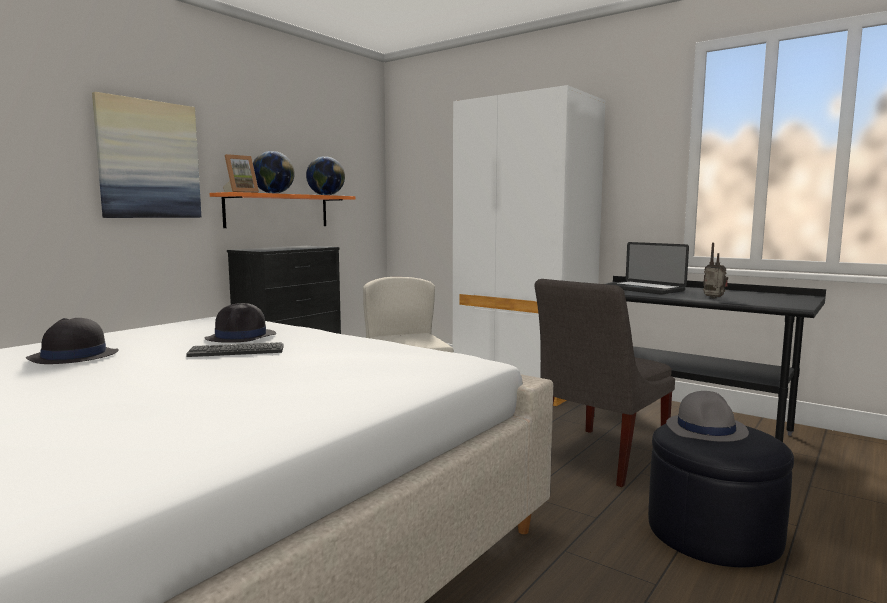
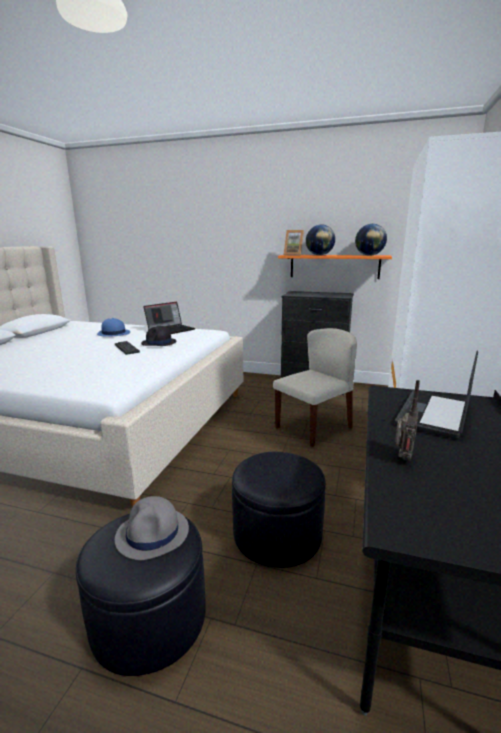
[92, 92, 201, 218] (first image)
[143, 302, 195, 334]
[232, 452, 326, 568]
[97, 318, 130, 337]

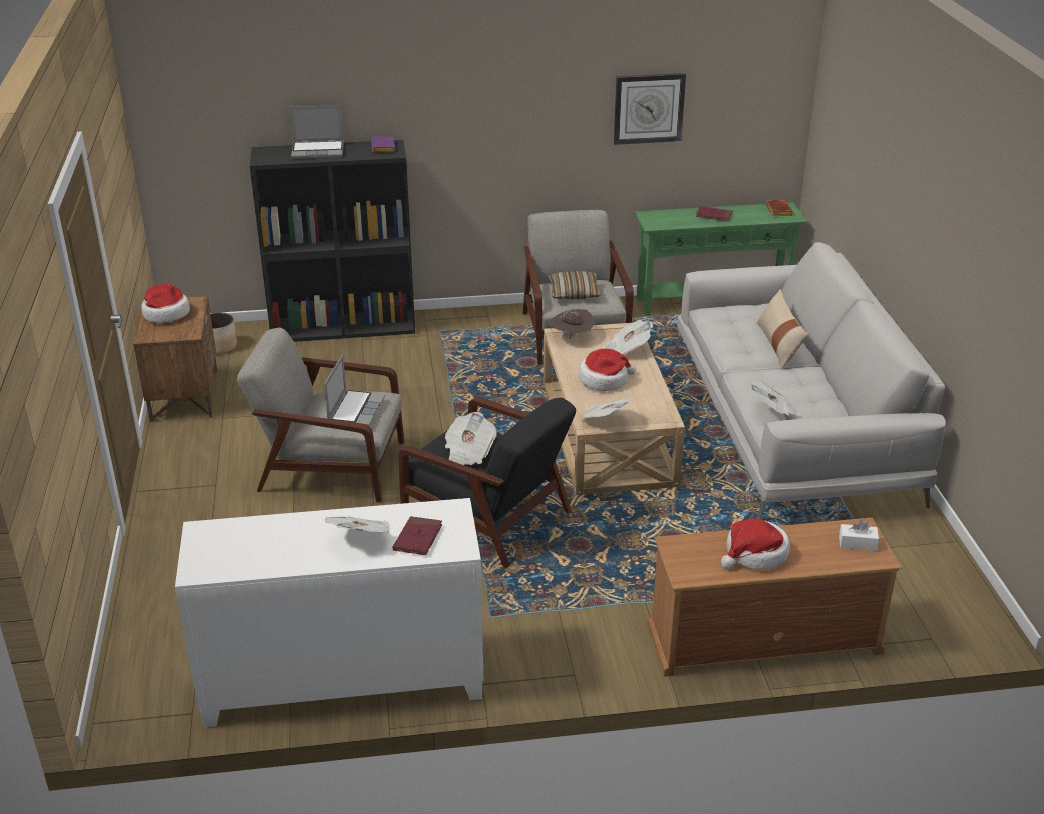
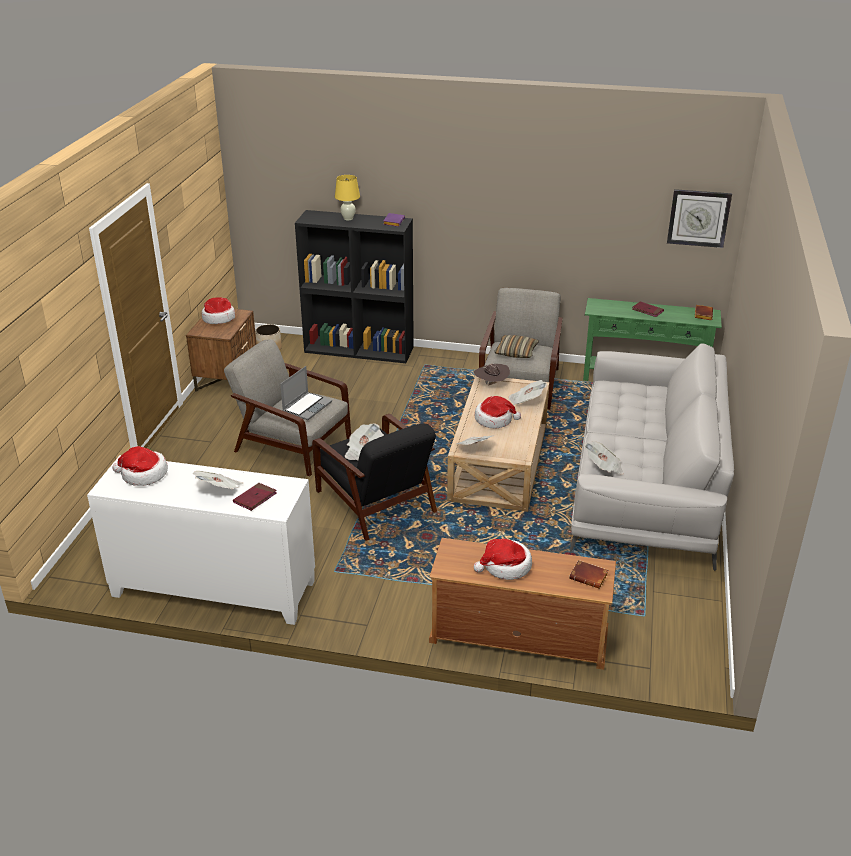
[756, 290, 808, 369] (first image)
[112, 446, 168, 486]
[667, 189, 732, 248]
[335, 175, 360, 220]
[569, 560, 608, 589]

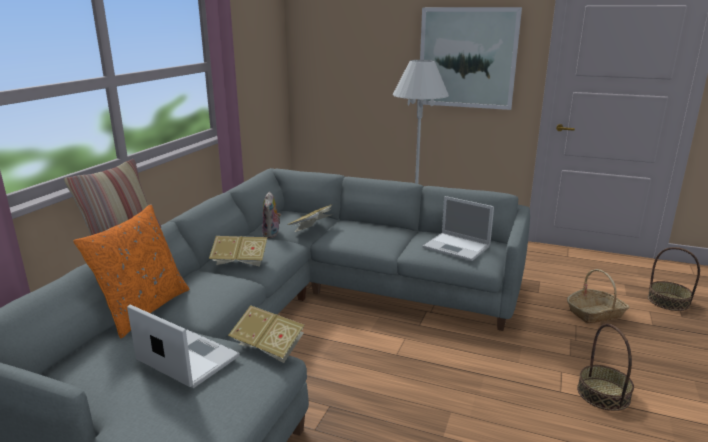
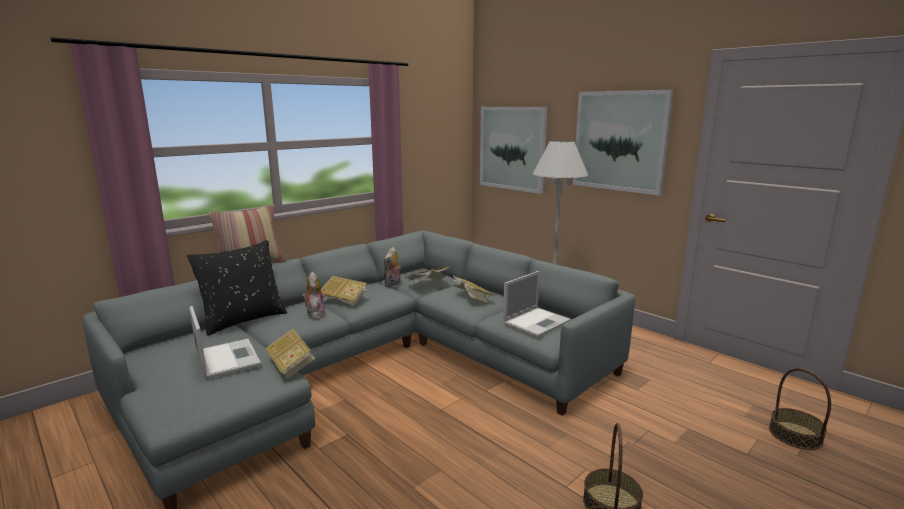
[567, 269, 630, 324] (first image)
[302, 272, 325, 319]
[452, 276, 495, 303]
[480, 107, 547, 194]
[187, 240, 287, 336]
[503, 271, 571, 337]

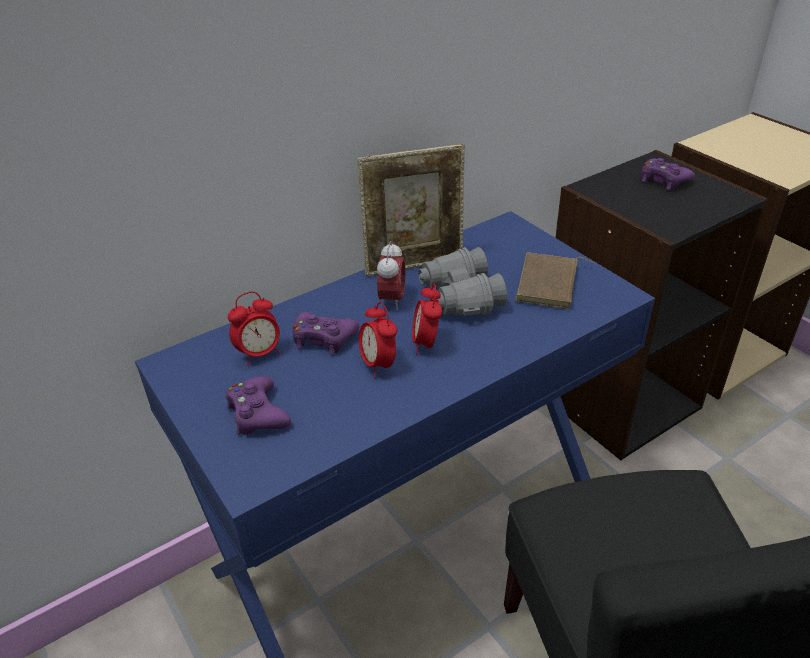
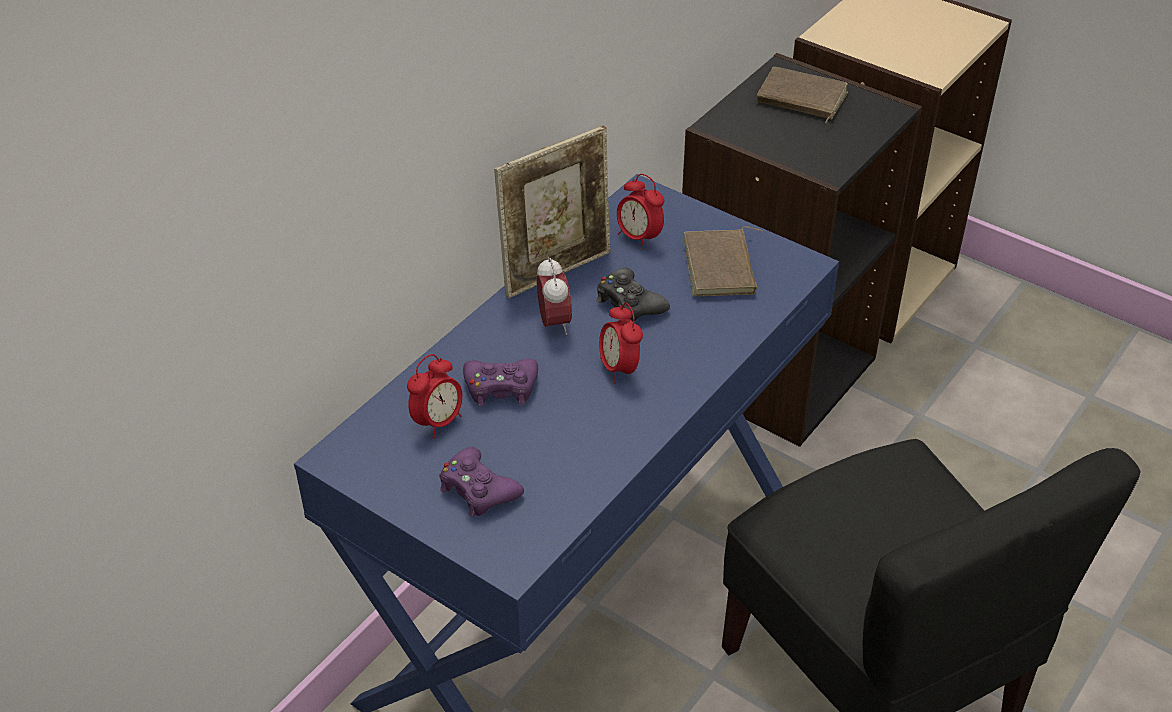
[617, 174, 664, 250]
[597, 268, 670, 322]
[757, 67, 848, 123]

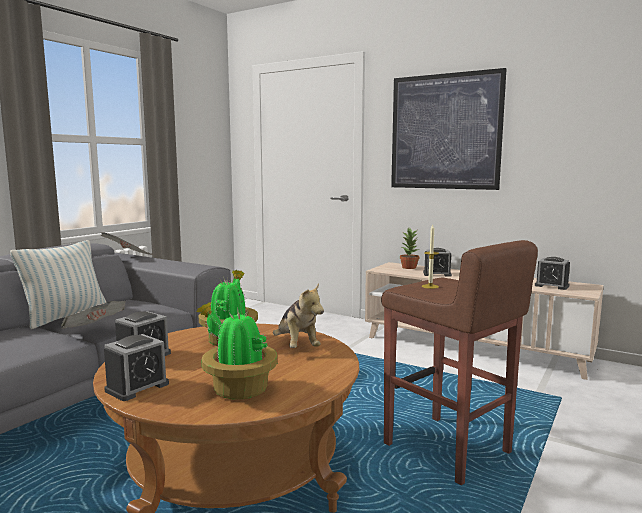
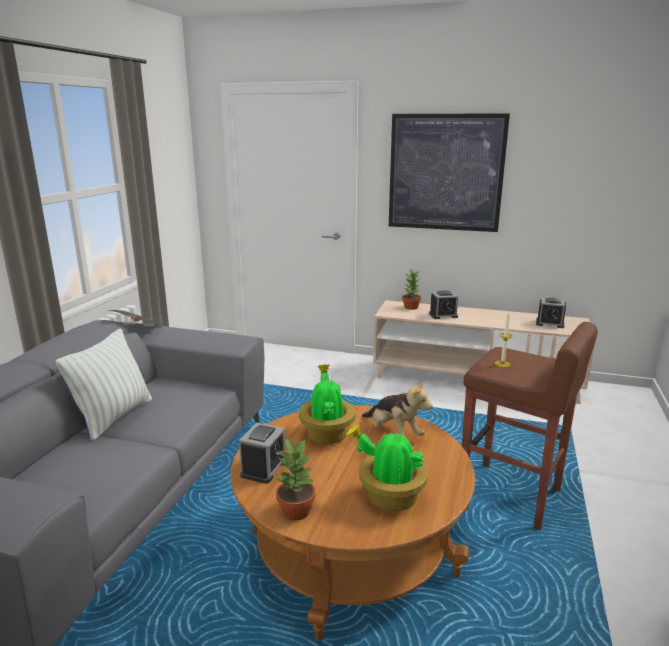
[61, 301, 125, 328] (first image)
[276, 438, 315, 520]

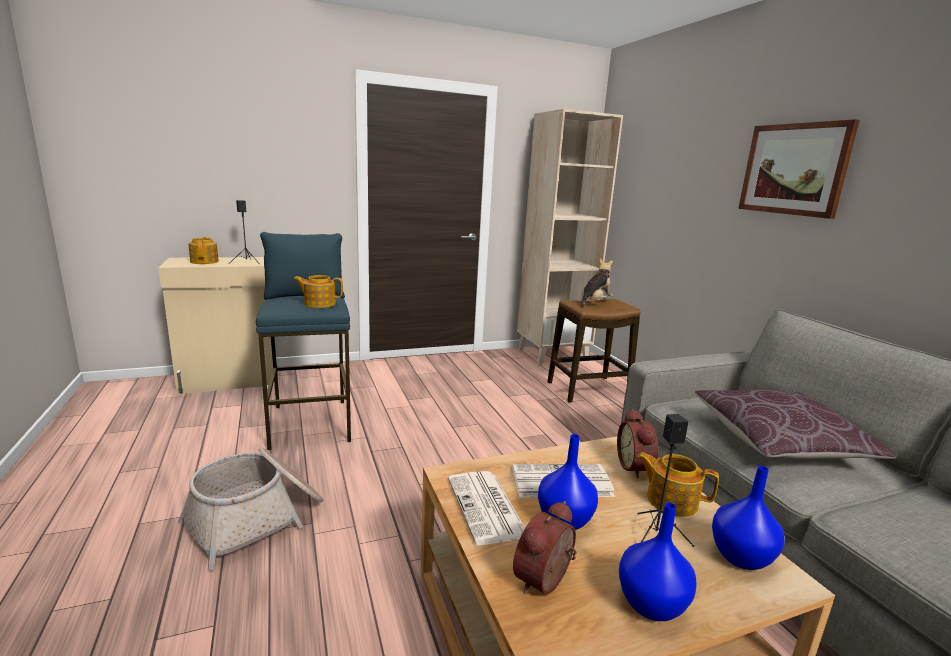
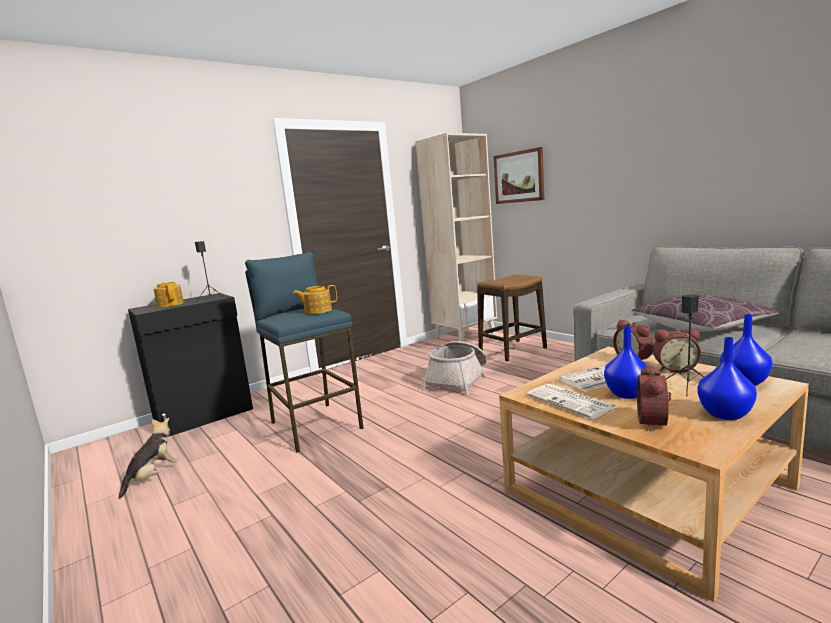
[421, 341, 487, 394]
[119, 418, 179, 499]
[493, 147, 544, 204]
[653, 328, 701, 373]
[128, 293, 253, 437]

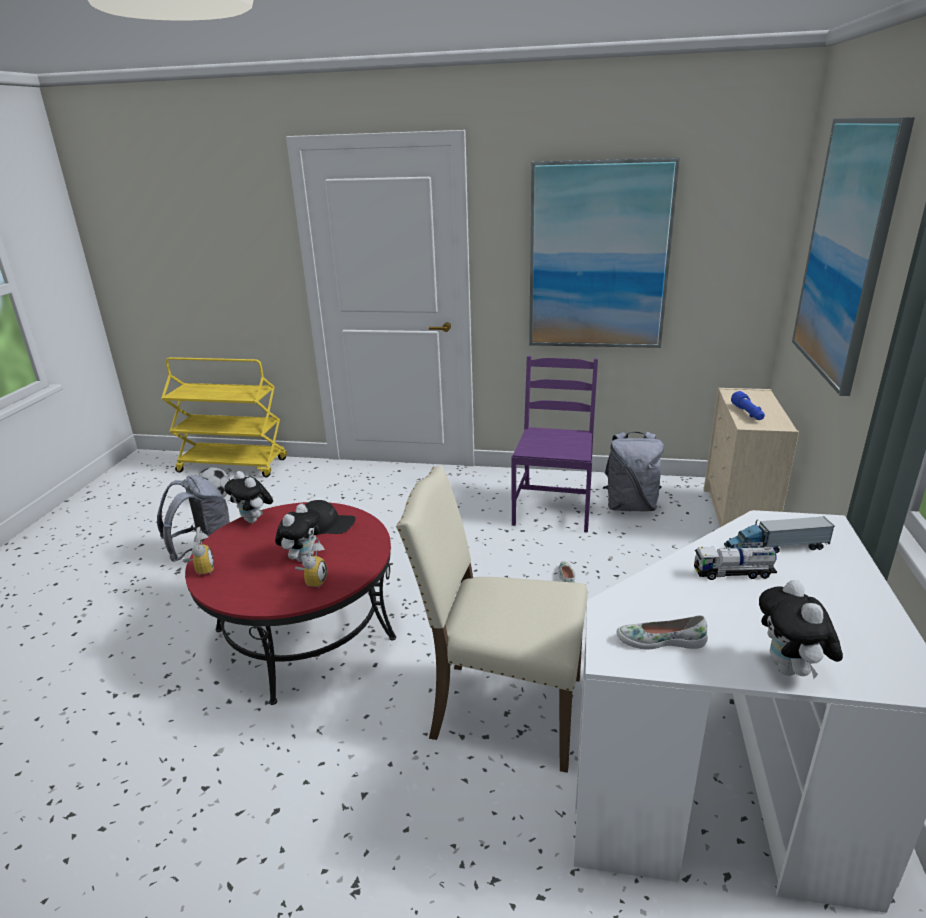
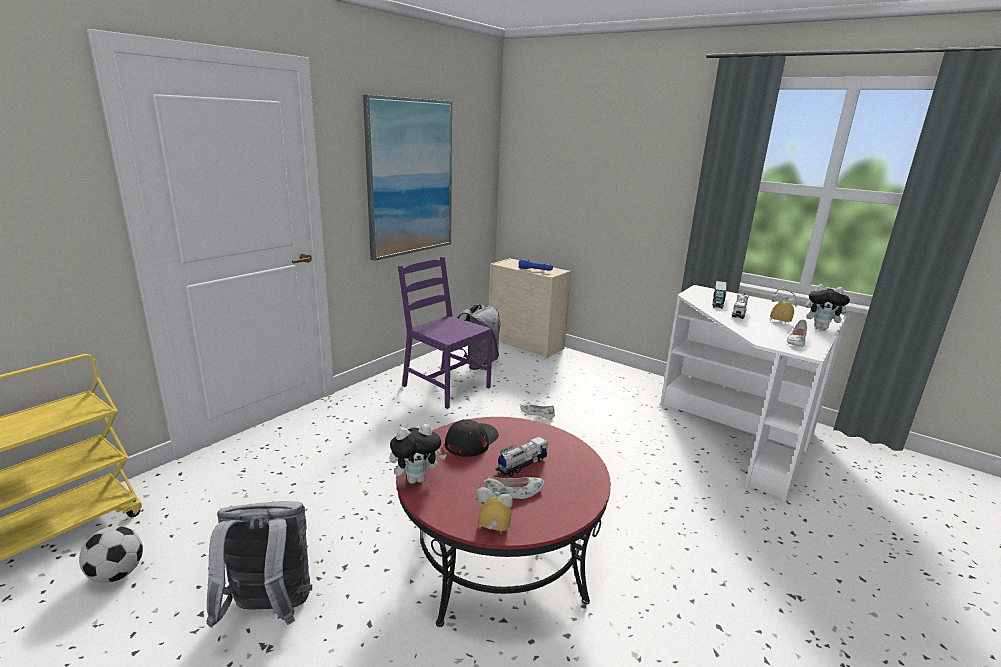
[396, 466, 588, 773] (first image)
[792, 117, 915, 396] (first image)
[485, 476, 544, 499]
[770, 288, 797, 324]
[495, 436, 548, 477]

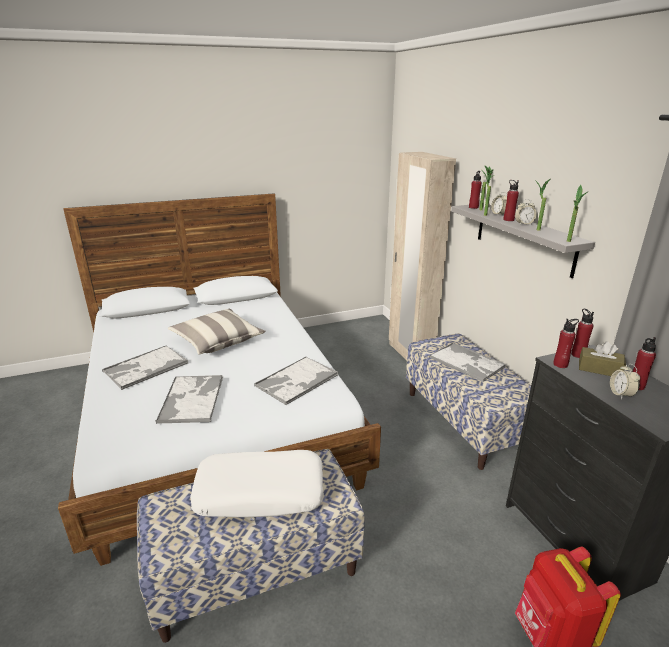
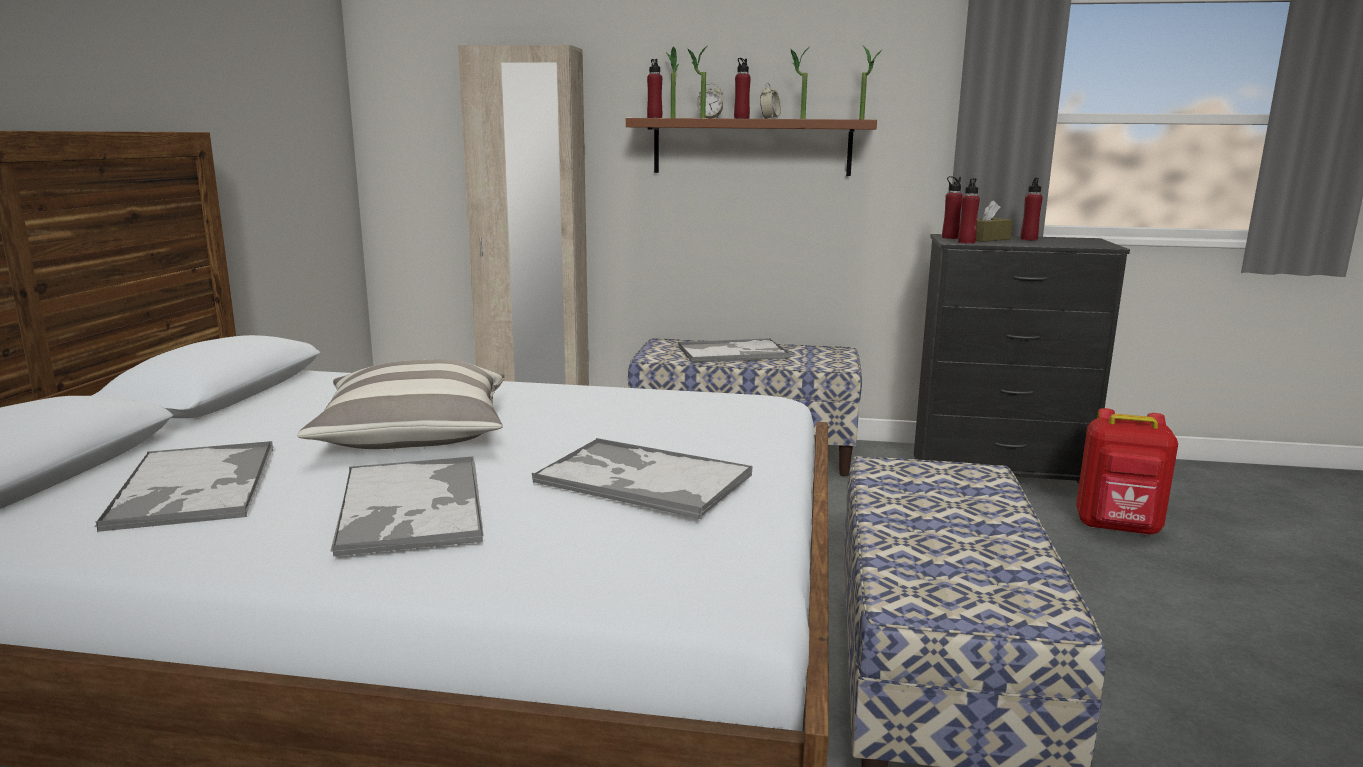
[190, 450, 324, 517] (first image)
[610, 364, 640, 399] (first image)
[94, 441, 274, 532]
[626, 118, 877, 176]

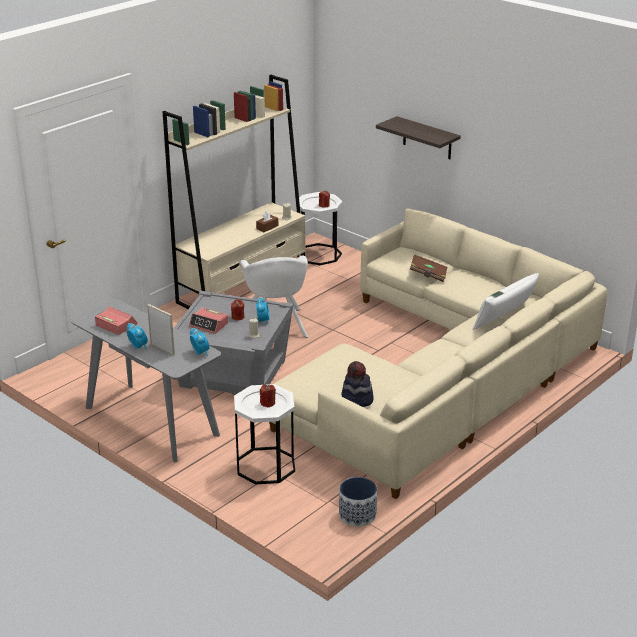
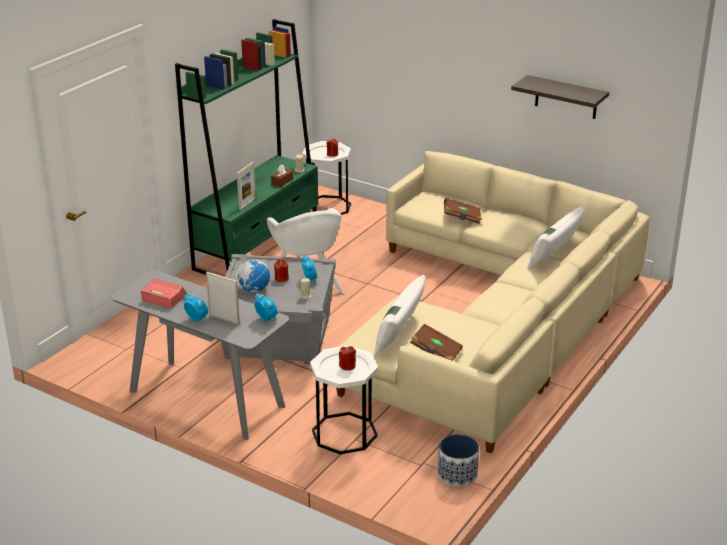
[237, 162, 256, 210]
[374, 275, 425, 356]
[511, 75, 609, 119]
[236, 255, 270, 293]
[410, 324, 463, 361]
[175, 19, 318, 275]

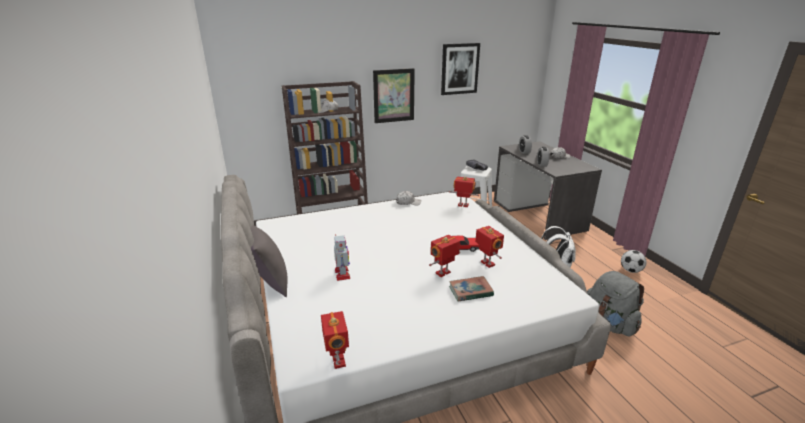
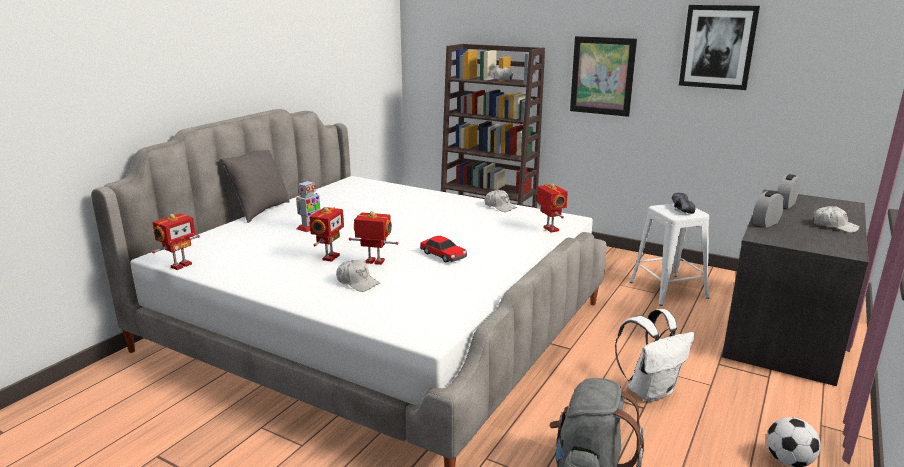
[309, 207, 344, 262]
[336, 260, 380, 292]

